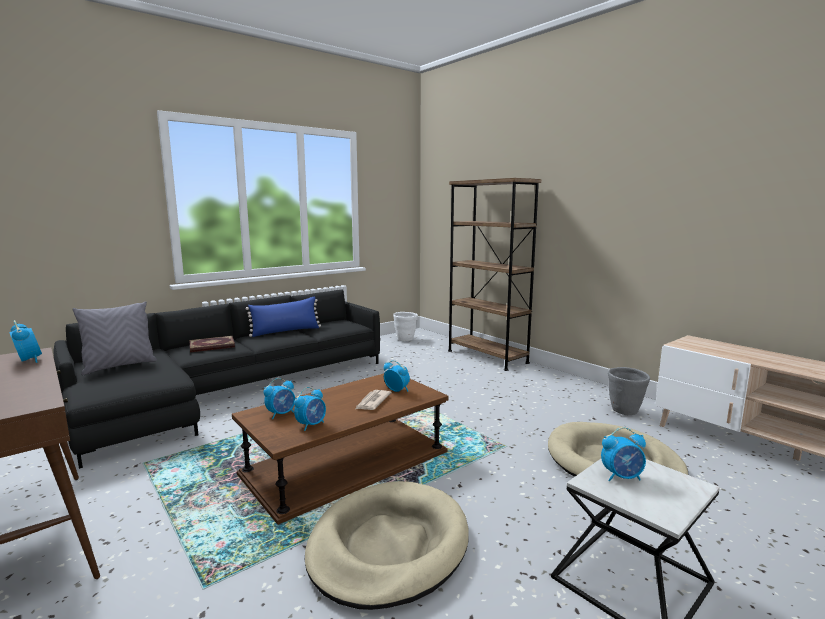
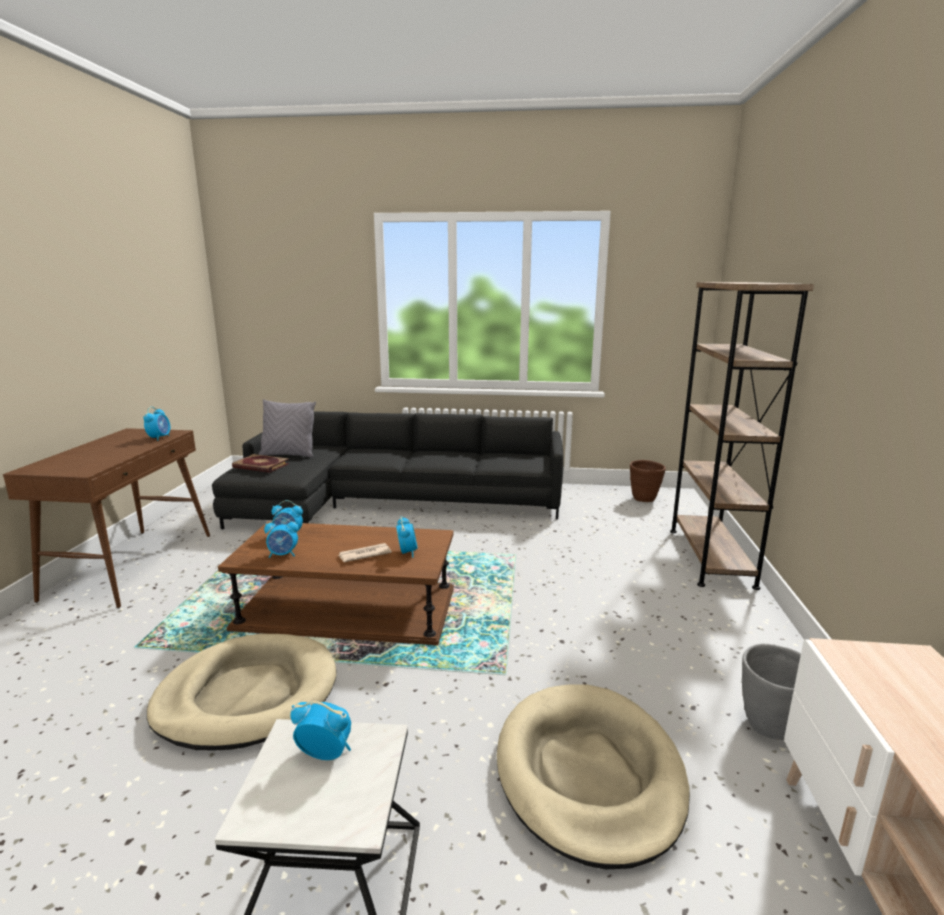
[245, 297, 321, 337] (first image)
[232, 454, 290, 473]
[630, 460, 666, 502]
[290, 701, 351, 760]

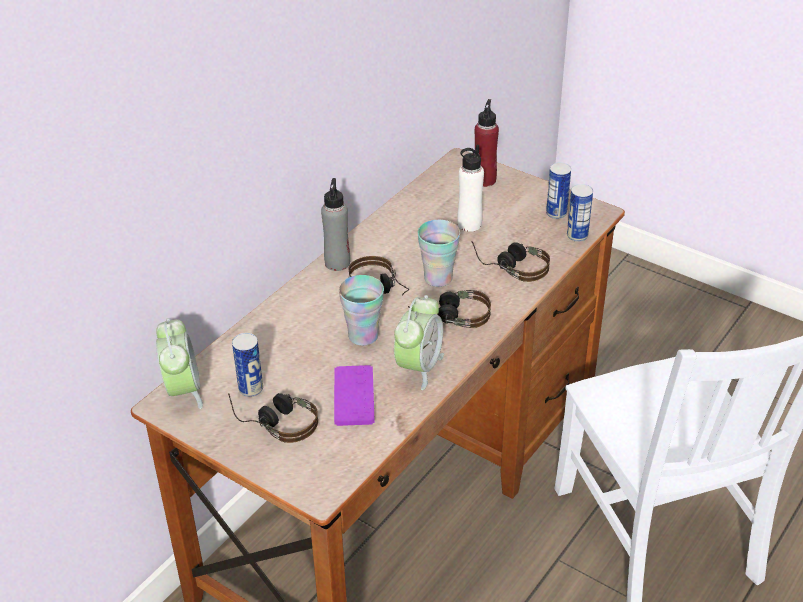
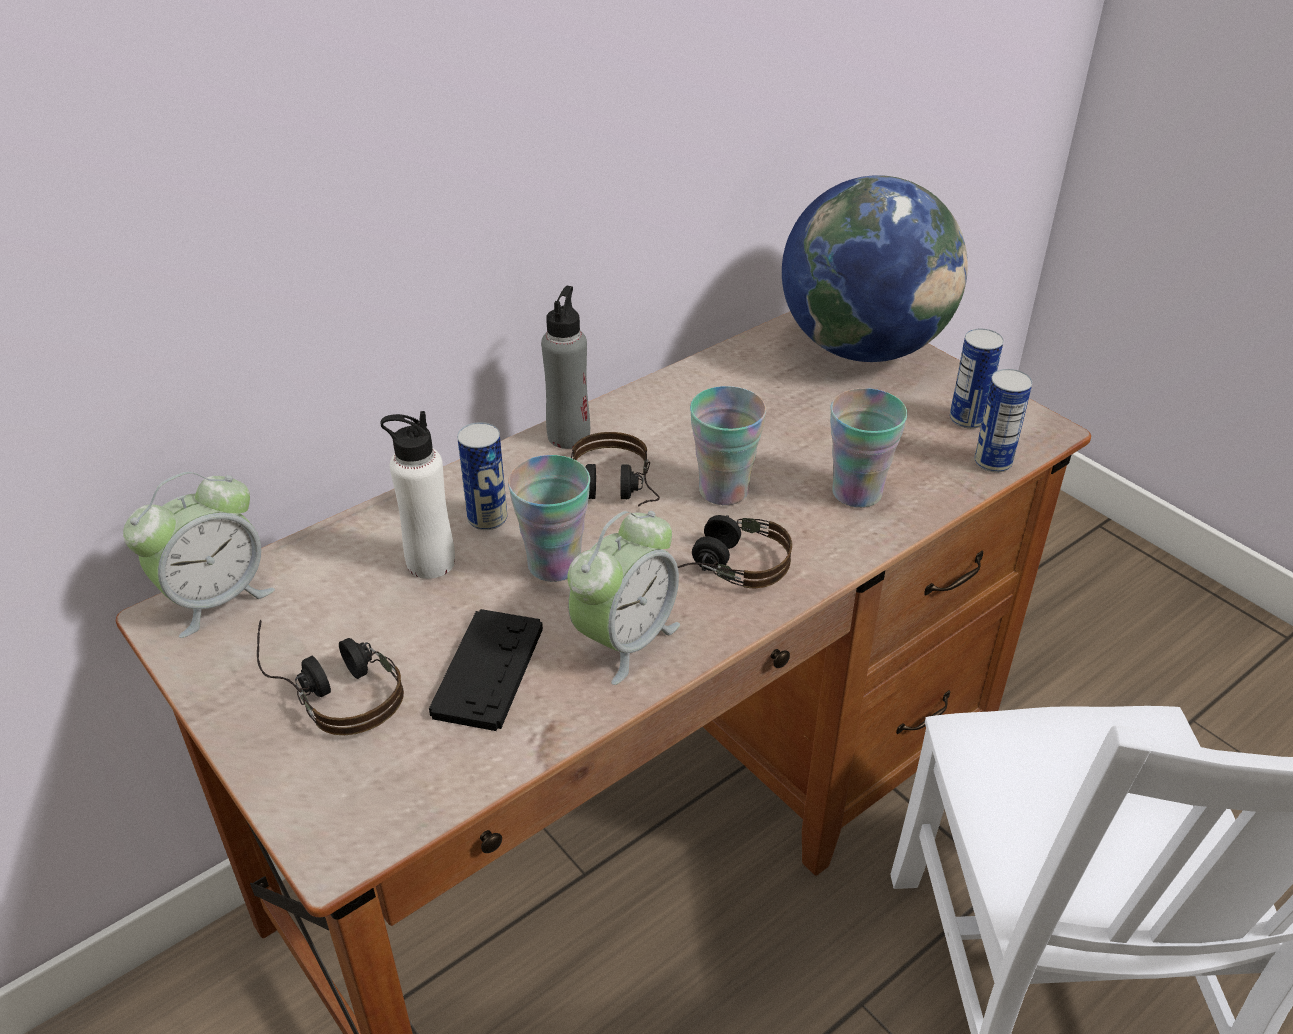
[457, 422, 507, 530]
[380, 411, 455, 579]
[830, 388, 908, 508]
[782, 175, 968, 362]
[429, 609, 543, 731]
[123, 472, 275, 638]

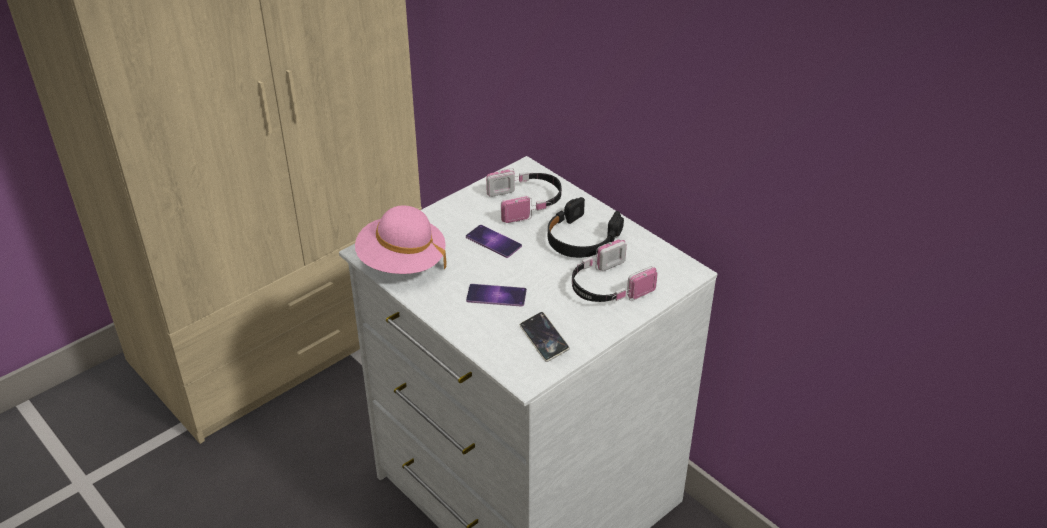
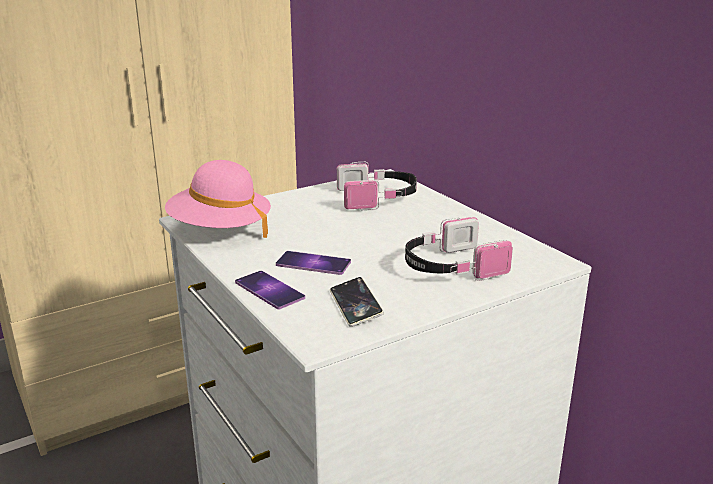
[548, 197, 624, 258] (first image)
[235, 271, 305, 309]

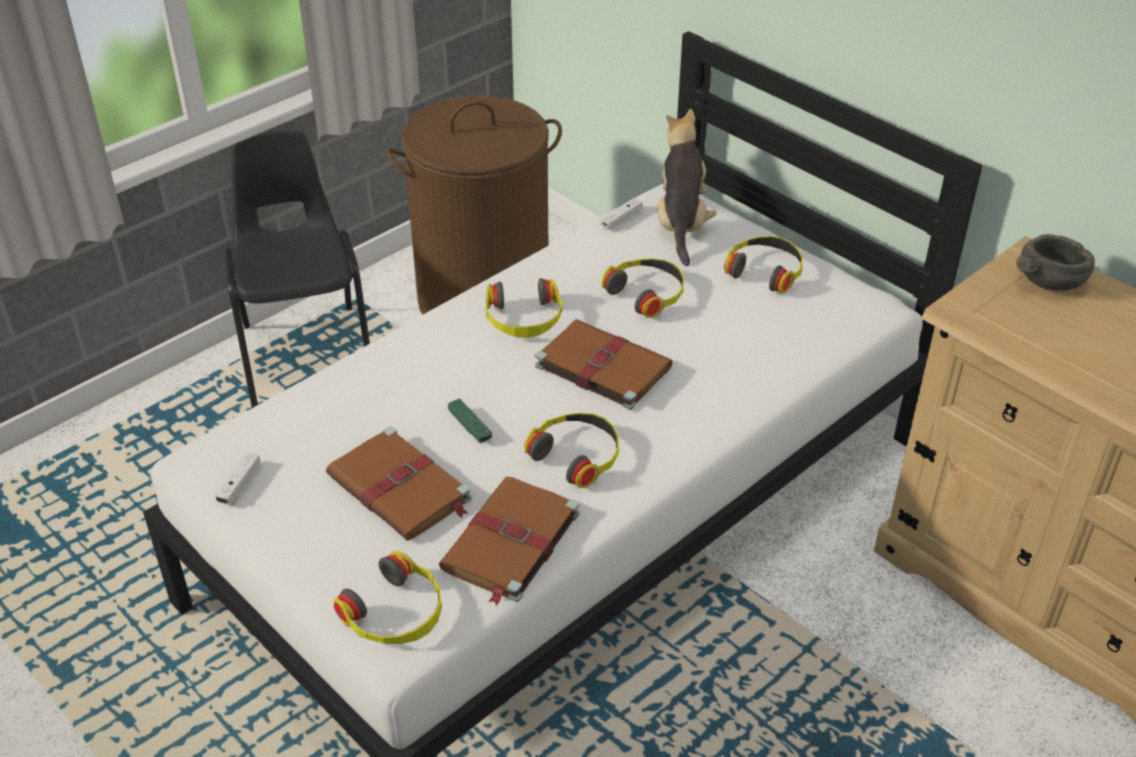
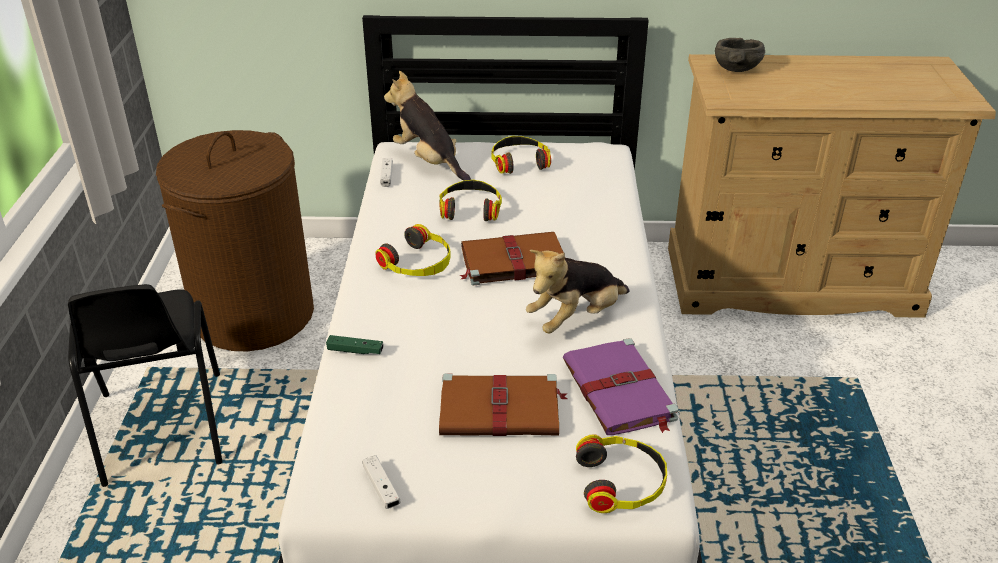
[326, 335, 384, 354]
[526, 250, 630, 334]
[563, 338, 679, 435]
[68, 284, 223, 487]

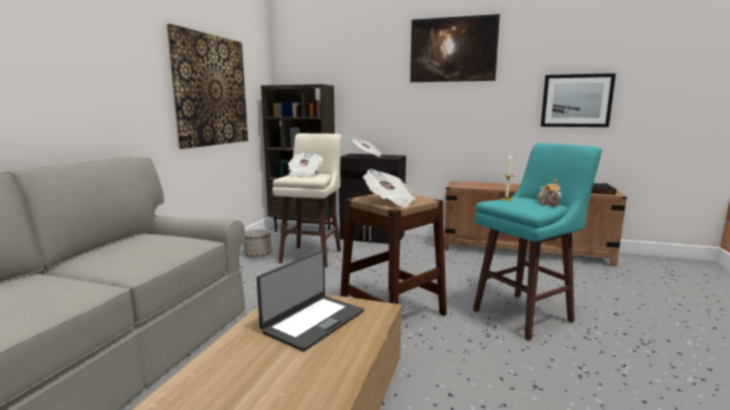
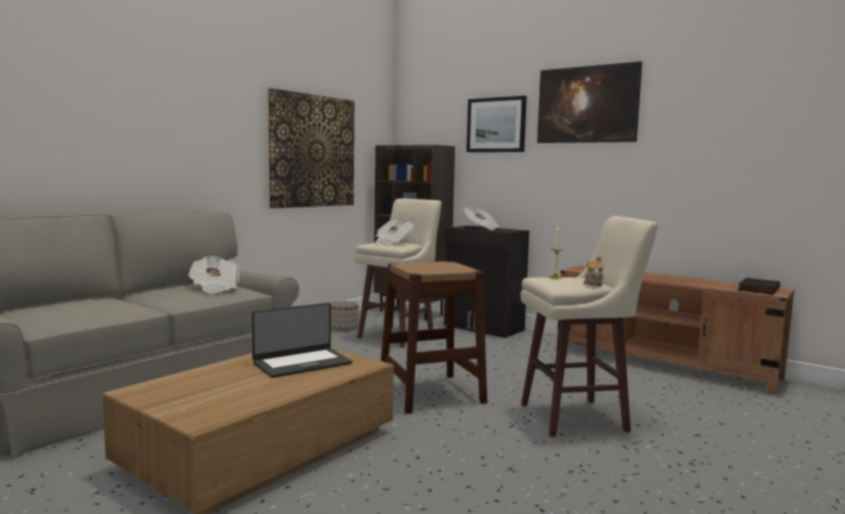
[188, 256, 239, 294]
[466, 96, 527, 152]
[521, 216, 658, 437]

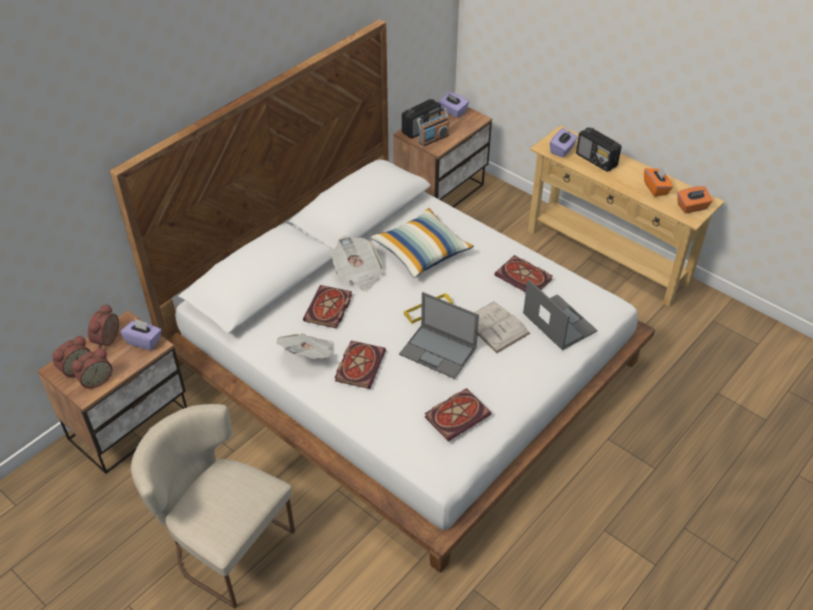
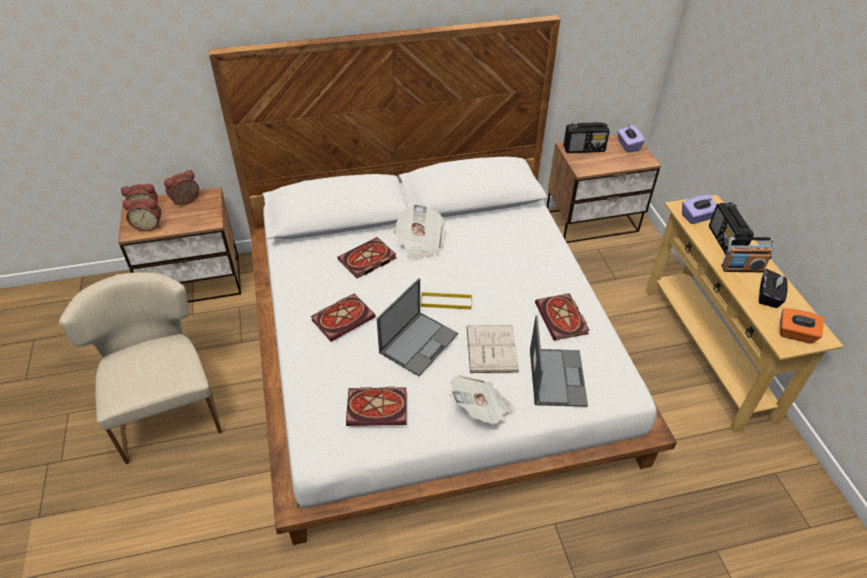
[120, 319, 162, 350] (first image)
[370, 208, 474, 278] (first image)
[449, 375, 515, 425]
[721, 237, 775, 272]
[759, 269, 788, 308]
[377, 278, 458, 376]

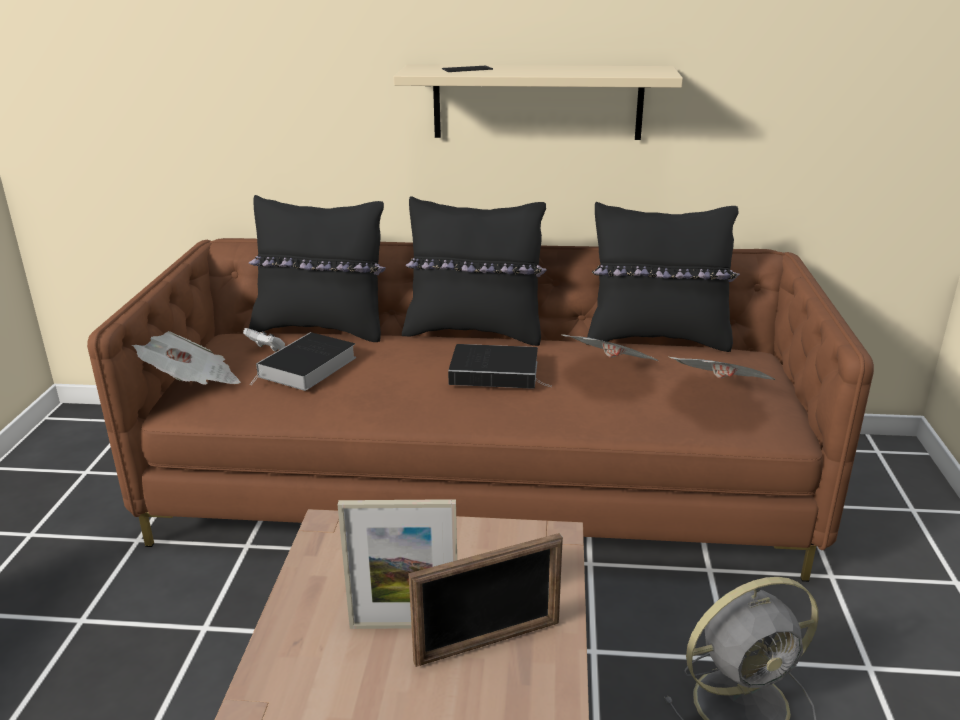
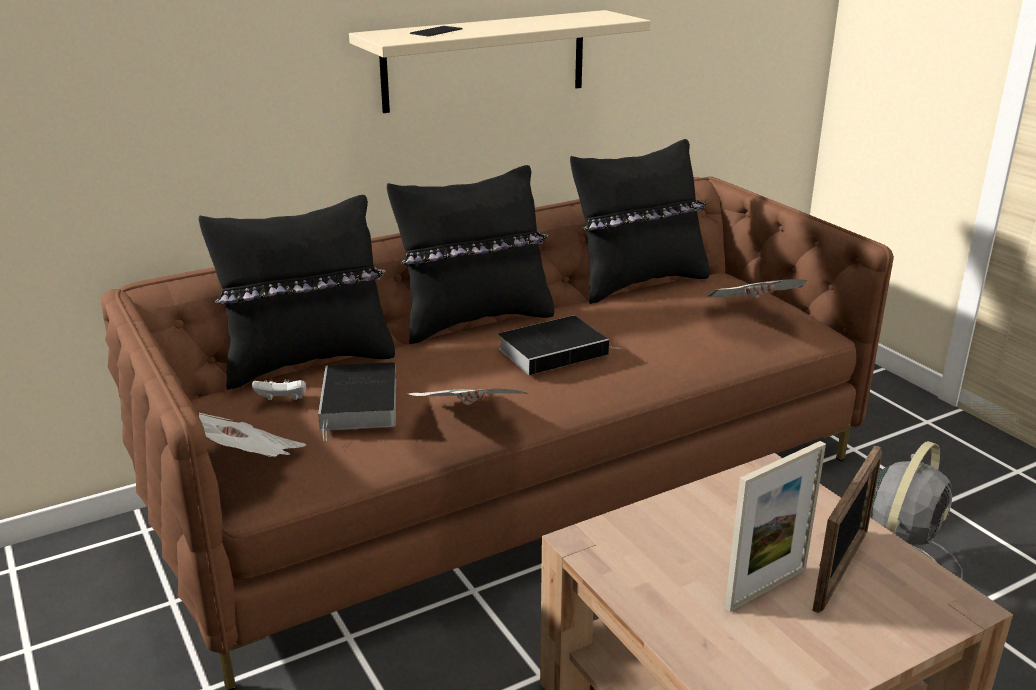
[407, 389, 527, 405]

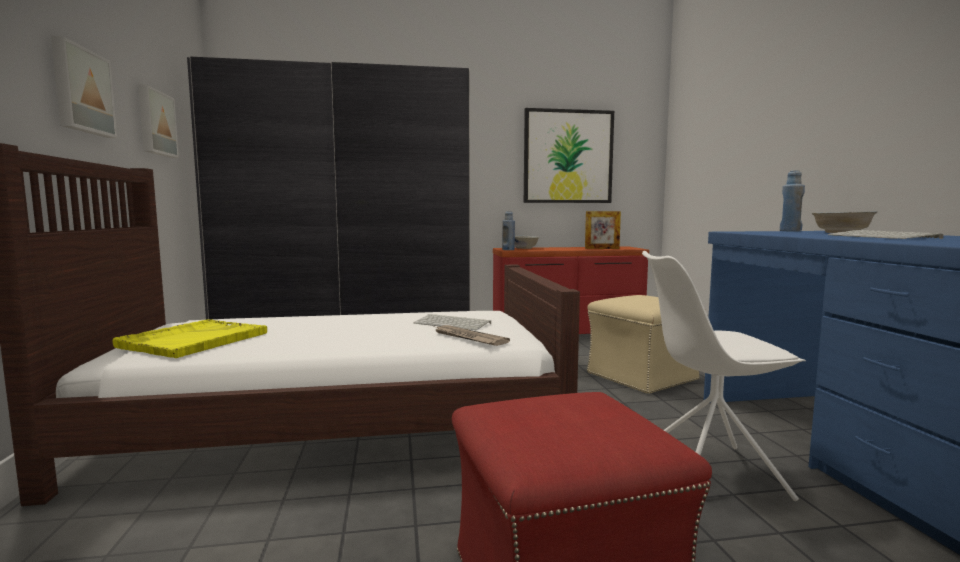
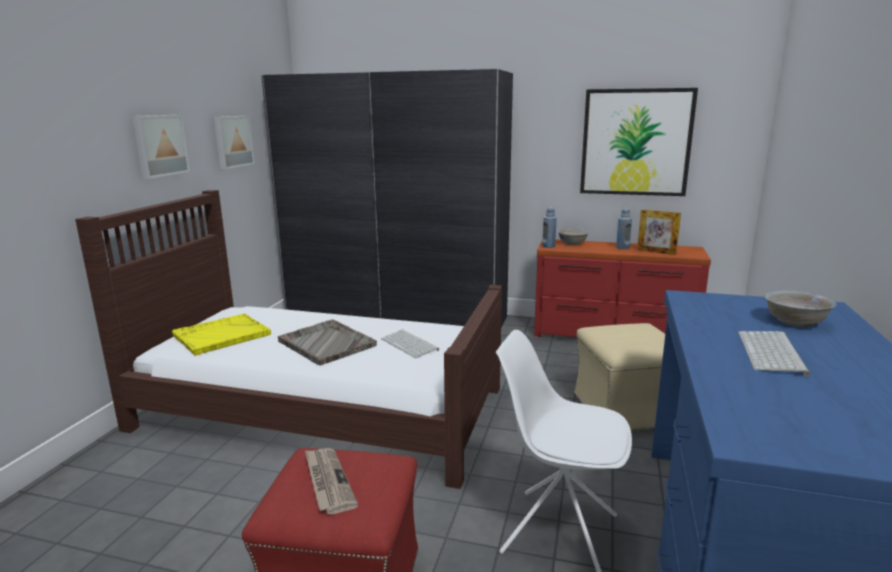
[278, 319, 377, 365]
[305, 448, 358, 515]
[616, 208, 632, 249]

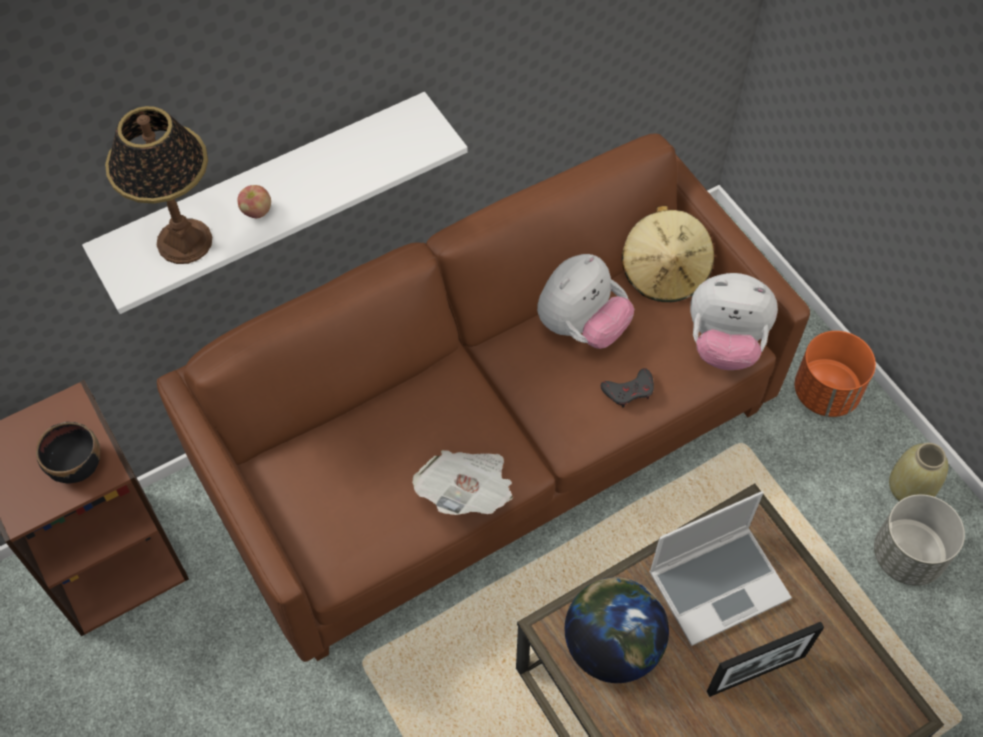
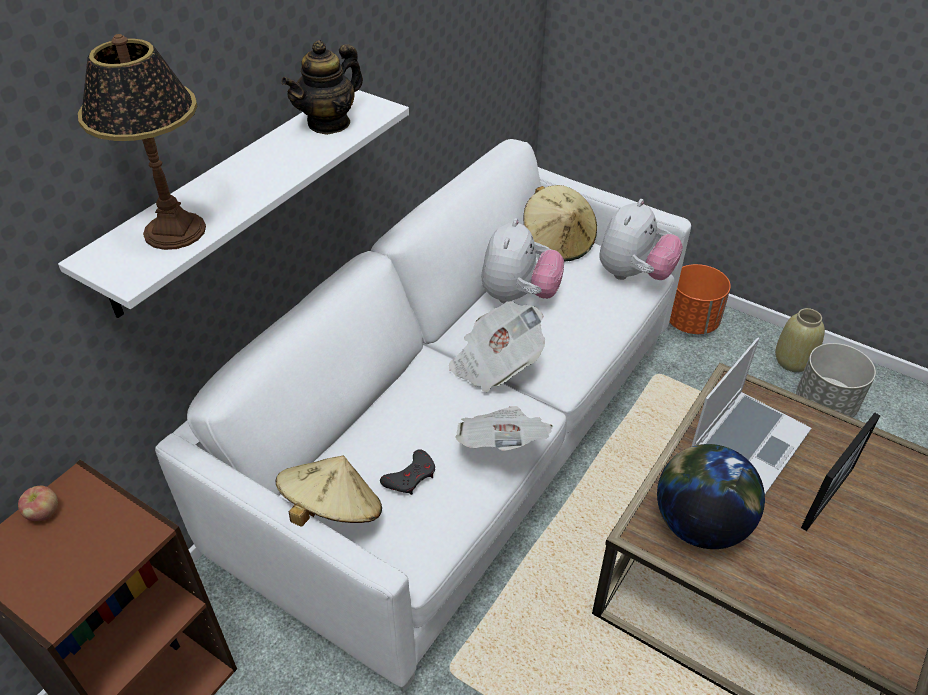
[36, 422, 100, 484] (first image)
[276, 455, 382, 527]
[281, 40, 363, 135]
[449, 301, 545, 392]
[18, 486, 58, 521]
[380, 449, 435, 495]
[155, 139, 691, 690]
[600, 199, 683, 280]

